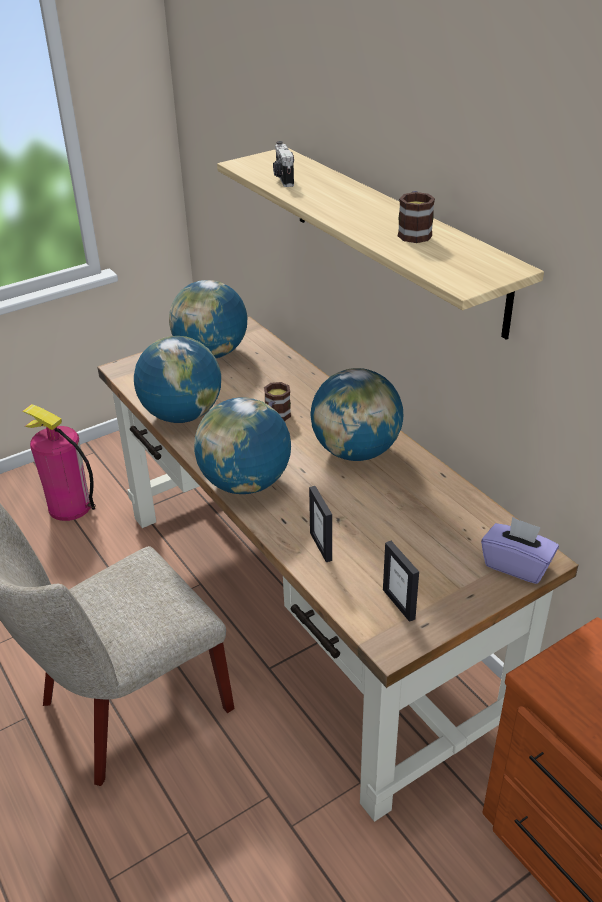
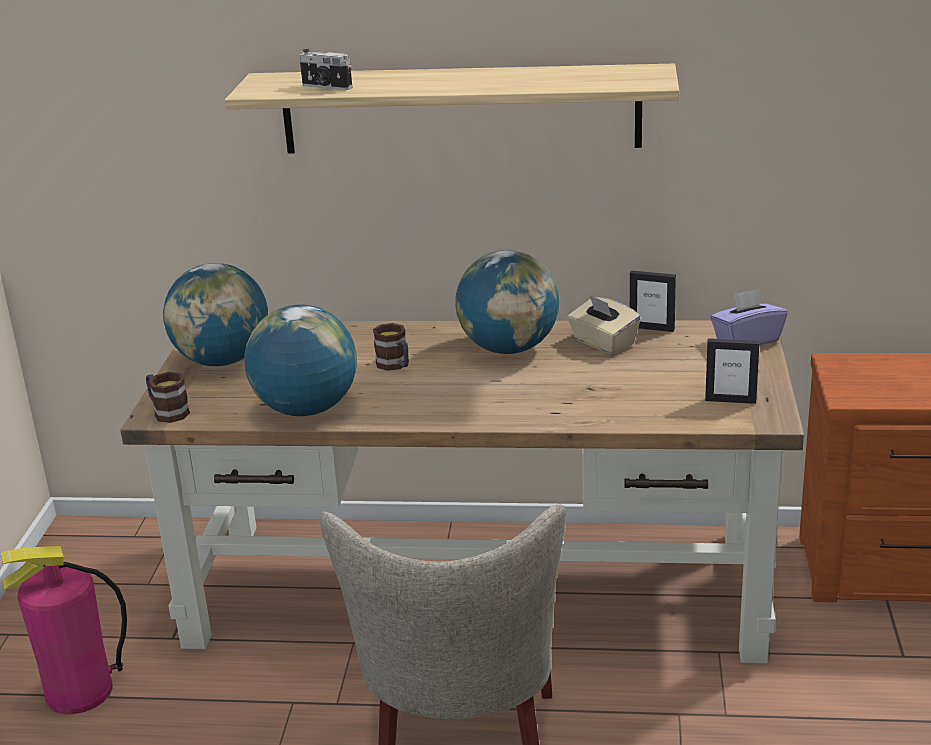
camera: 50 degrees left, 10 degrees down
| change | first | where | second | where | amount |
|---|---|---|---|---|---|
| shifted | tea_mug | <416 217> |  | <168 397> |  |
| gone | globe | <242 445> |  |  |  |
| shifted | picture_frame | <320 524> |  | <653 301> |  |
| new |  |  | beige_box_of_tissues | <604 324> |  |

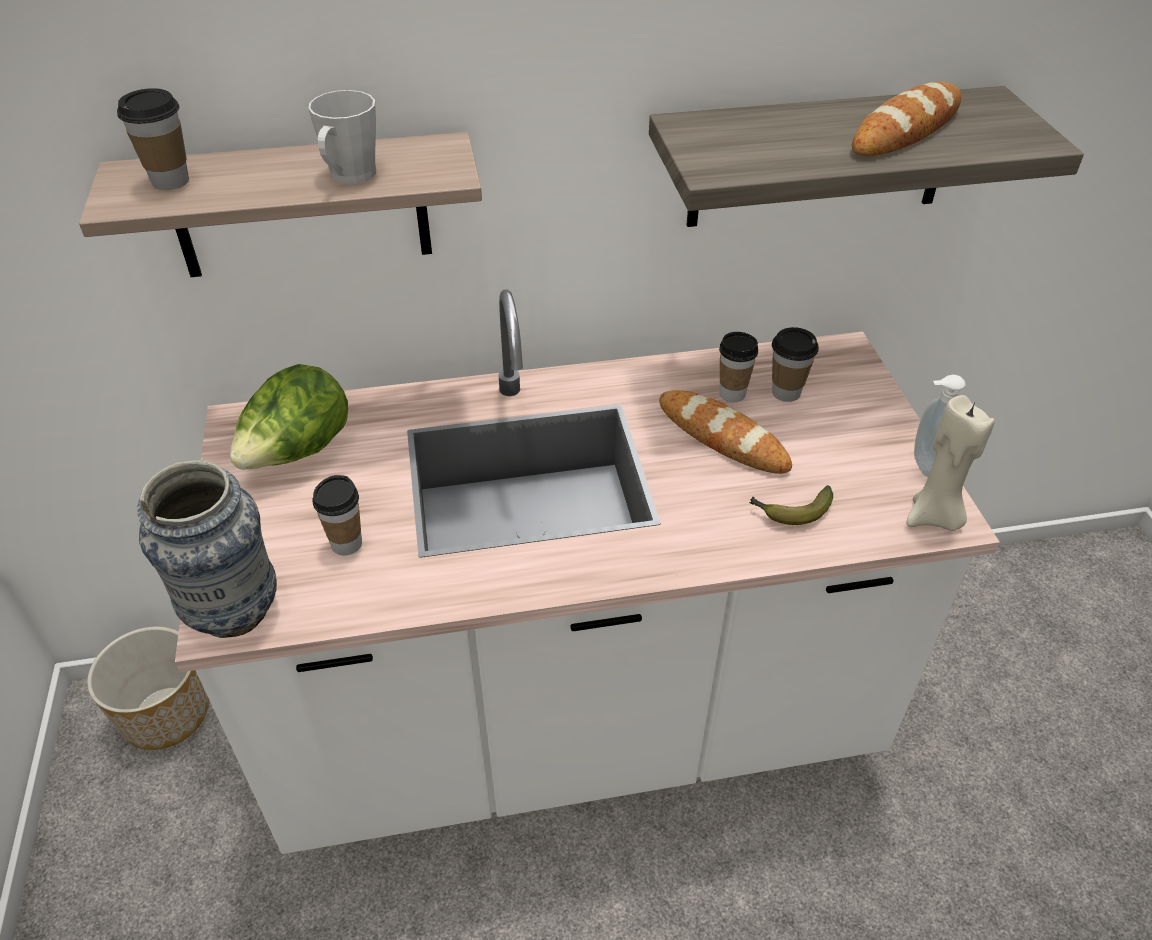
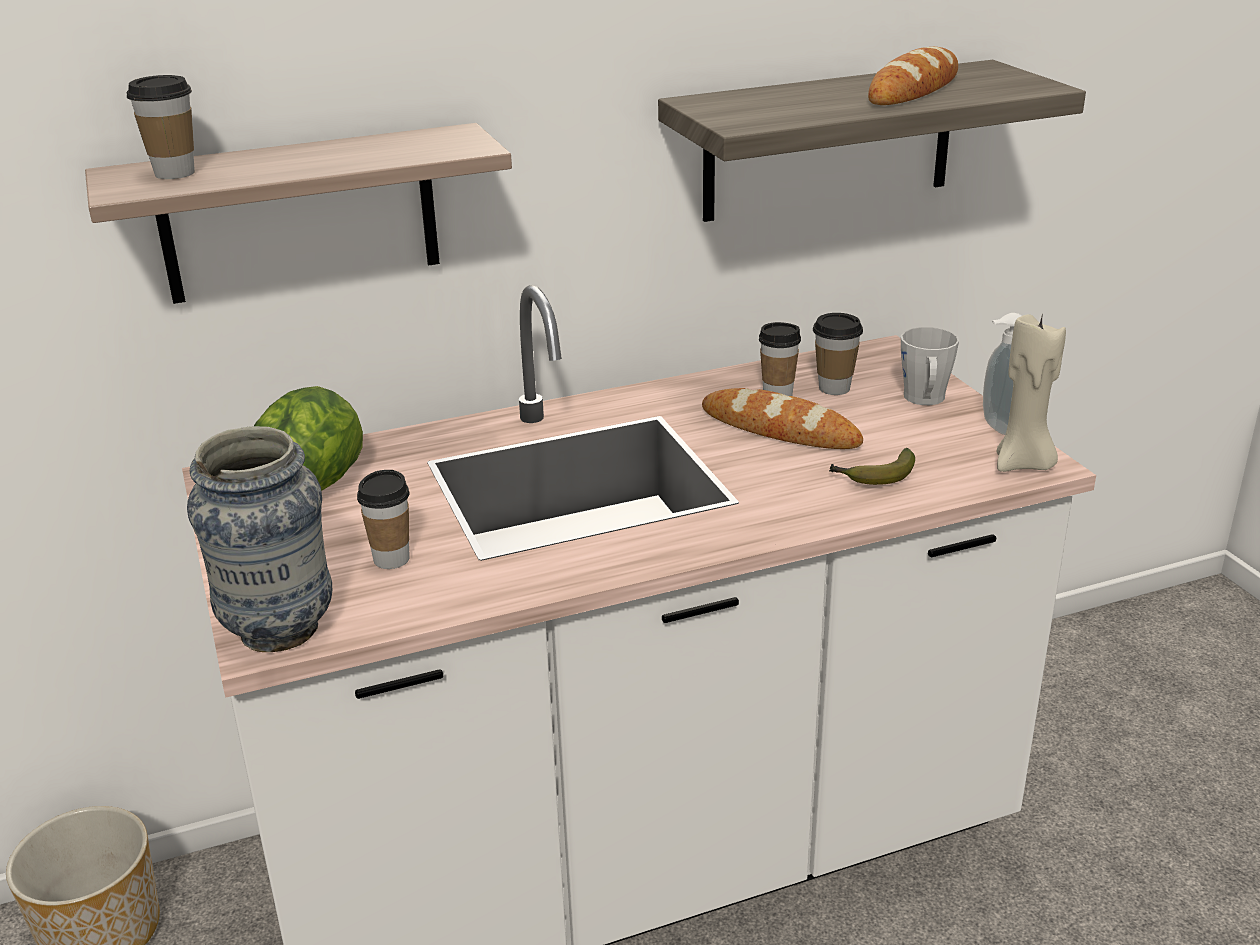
camera: 10 degrees left, 15 degrees down
| change | first | where | second | where | amount |
|---|---|---|---|---|---|
| shifted | gray_tea_mug | <342 137> |  | <930 366> |  |

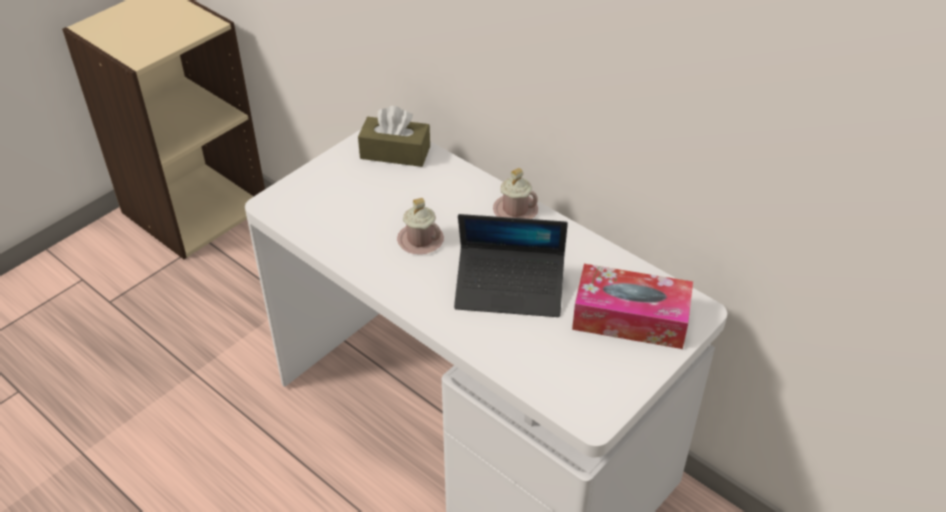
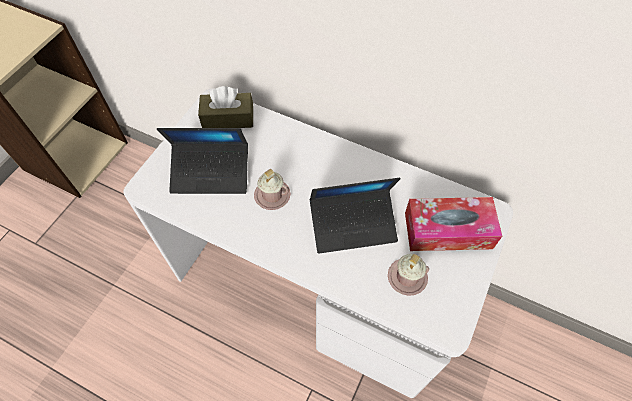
camera: 15 degrees left, 15 degrees up
| change | first | where | second | where | amount |
|---|---|---|---|---|---|
| shifted | pink-coloured_tea_mug | <515 193> |  | <408 275> |  |
| new |  |  | laptop | <202 161> |  |

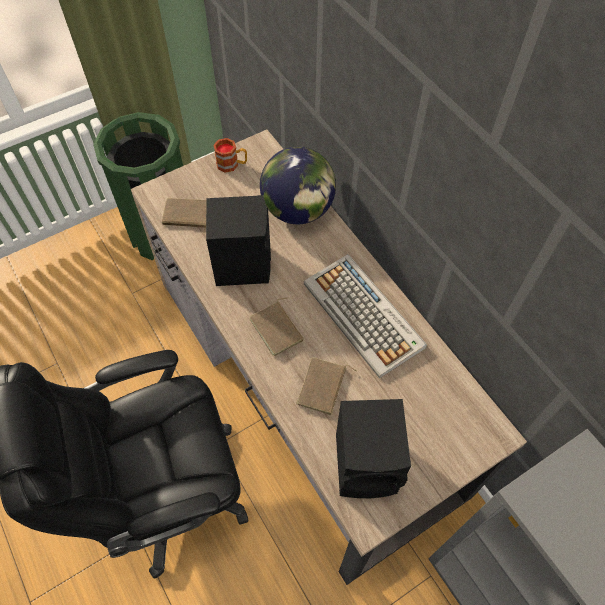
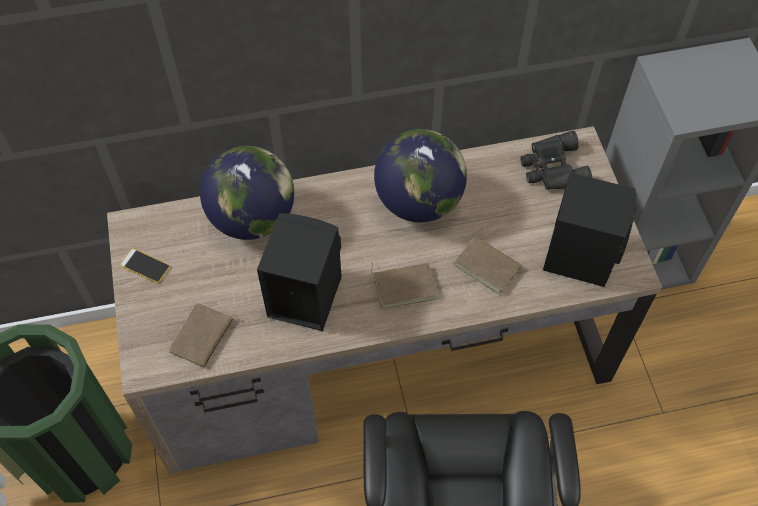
camera: 70 degrees left, 0 degrees up
| change | first | where | second | where | amount |
|---|---|---|---|---|---|
| swapped | tea_mug | <230 155> | telephone | <145 266> |  |
| swapped | PC_keyboard | <365 316> | globe | <420 175> |  |
| new |  |  | black-coloured_binoculars | <556 160> |  |

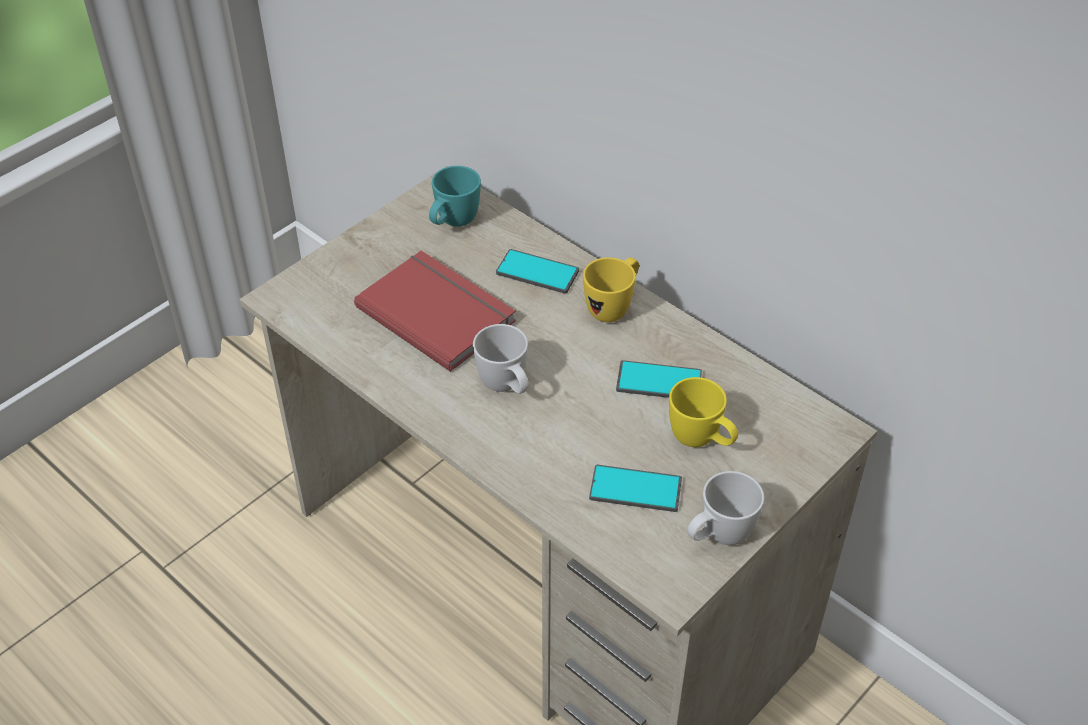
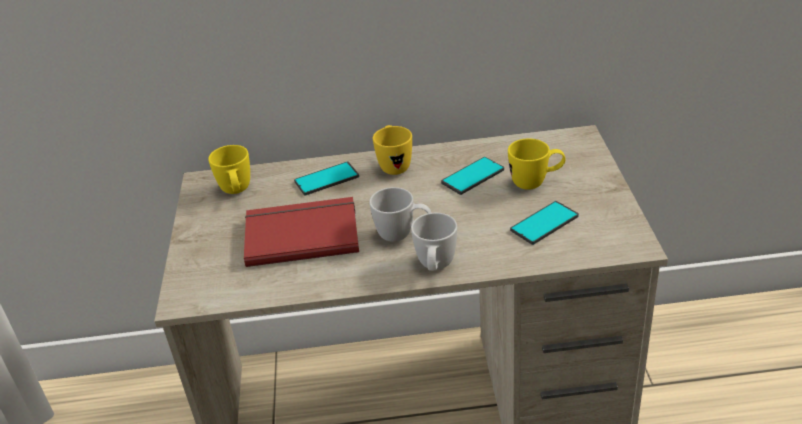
camera: 45 degrees left, 10 degrees down
| change | first | where | second | where | amount |
|---|---|---|---|---|---|
| repainted | blue-green_tea_mug | <455 196> | yellow_tea_mug | <229 169> |  |
| shifted | white-coloured_tea_mug | <725 508> |  | <434 242> |  |

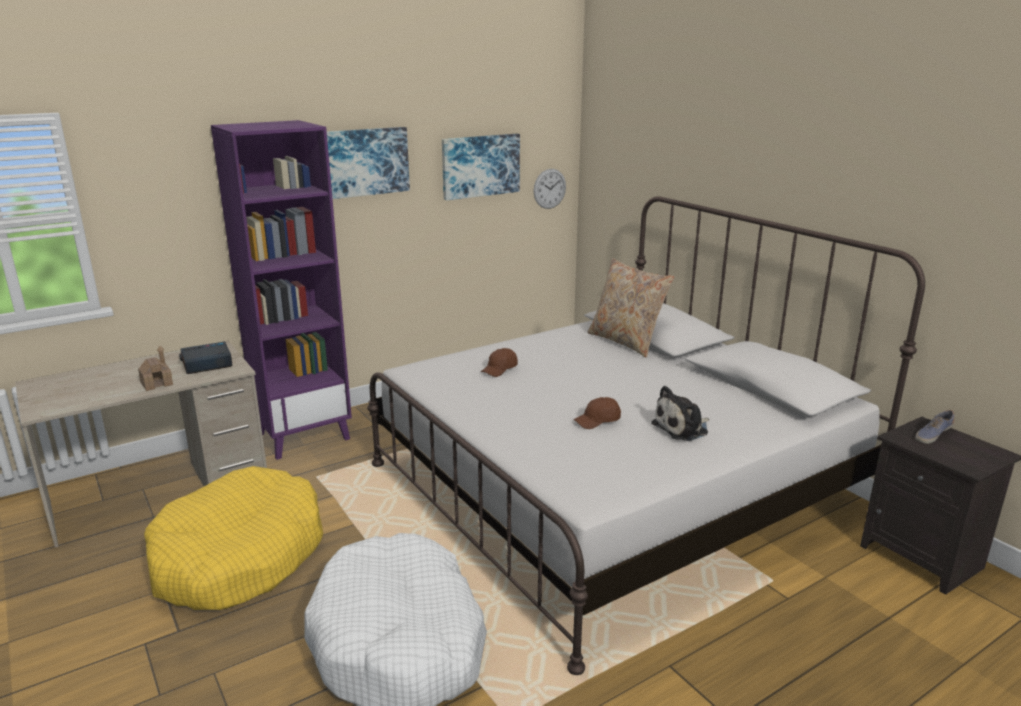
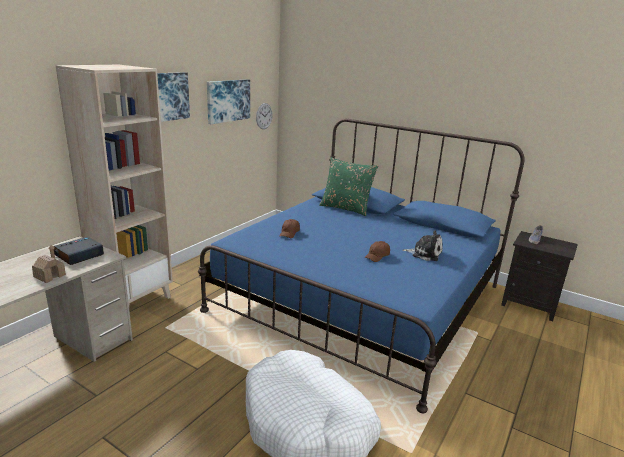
camera: 25 degrees left, 0 degrees up
| change | first | where | second | where | amount |
|---|---|---|---|---|---|
| repainted | purple-coloured_shelving_unit | <281 290> | beige_shelving_unit | <114 184> |  |
| repainted | white-coloured_sleeping_bed | <646 435> | blue-coloured_sleeping_bed | <361 266> |  |
| repainted | beige_throw_pillow | <630 308> | green_throw_pillow | <348 186> |  |
| rotated | soft_toy | <680 413> |  | <422 246> | 105 degrees counterclockwise |
| gone | yellow_pet_bed | <233 538> |  |  |  |

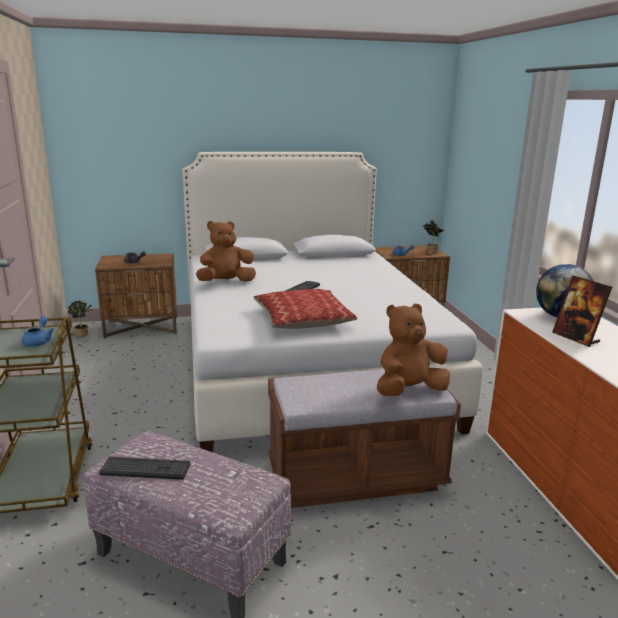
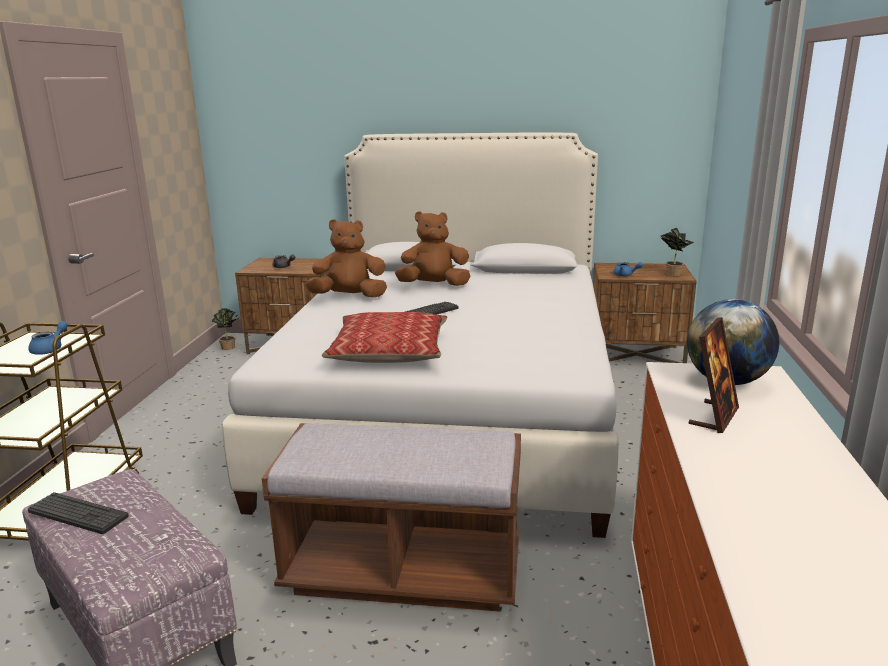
camera: 20 degrees right, 0 degrees up
| change | first | where | second | where | amount |
|---|---|---|---|---|---|
| rotated | picture_frame | <582 311> |  | <714 375> | 135 degrees counterclockwise |
| shifted | brownish_soft_toy | <413 349> |  | <432 248> |  |

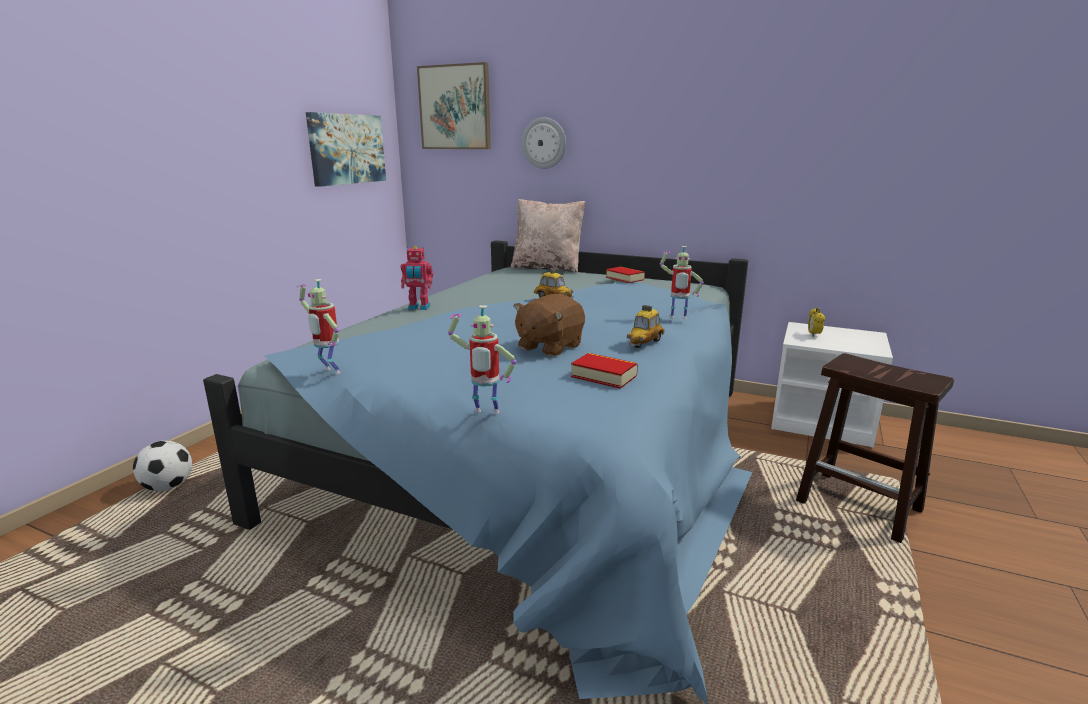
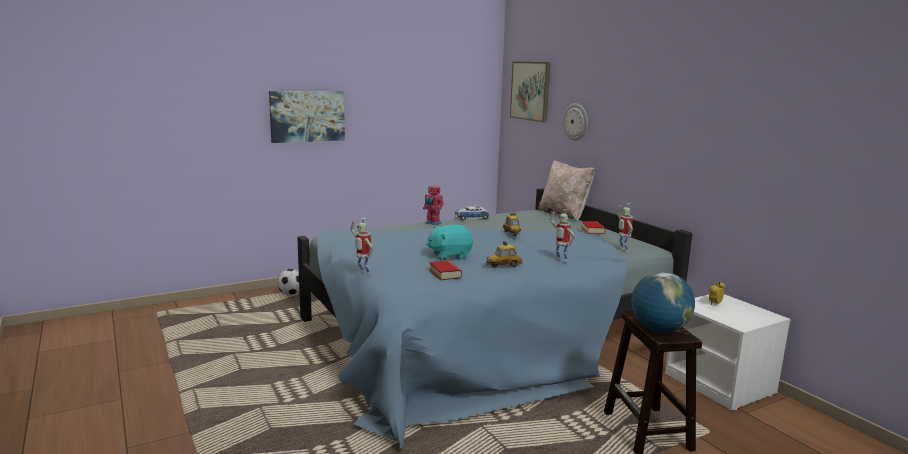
camera: 35 degrees right, 5 degrees down
| change | first | where | second | where | amount |
|---|---|---|---|---|---|
| shifted | wall_picture | <346 149> |  | <307 117> |  |
| shifted | model_robot | <318 326> |  | <625 227> |  |
| repainted | brownish_soft_toy | <549 325> | blue-green_soft_toy | <449 242> |  |
| new |  |  | toy_car | <472 213> |  |
| new |  |  | globe | <663 302> |  |

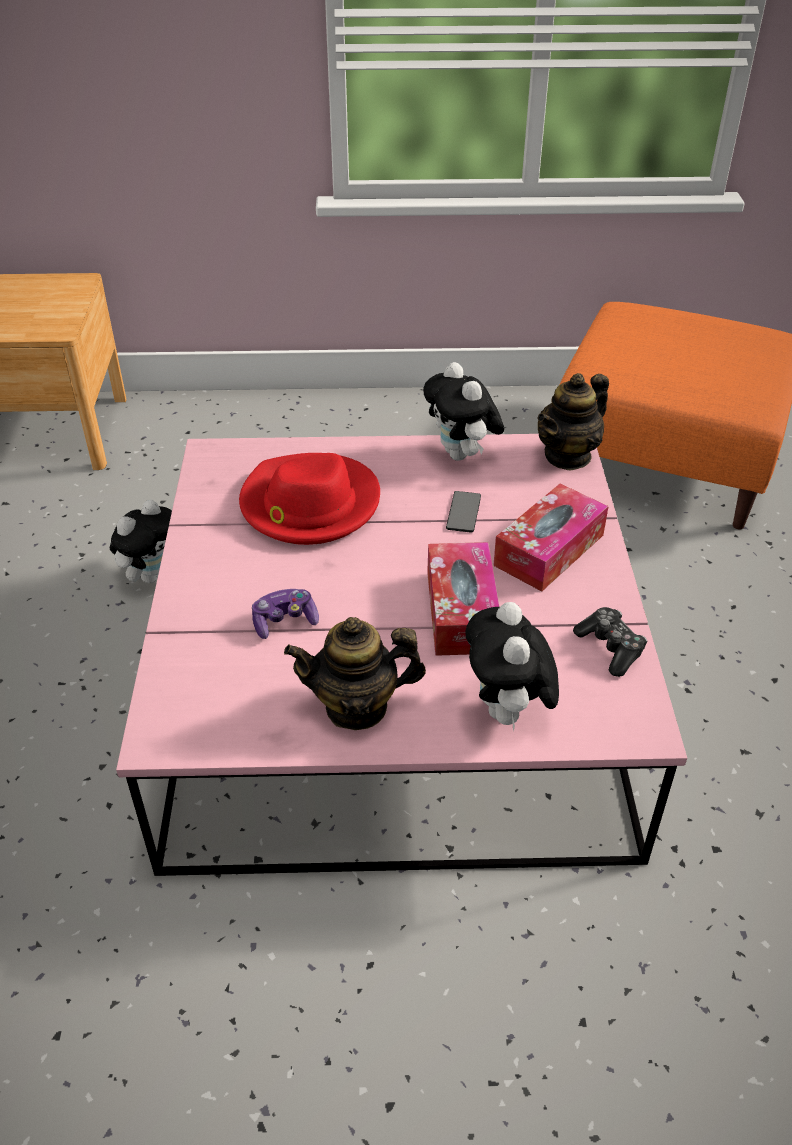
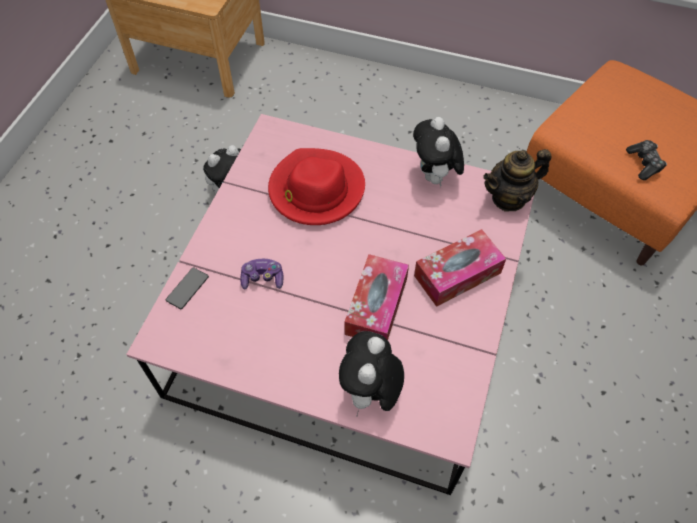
camera: 20 degrees right, 15 degrees up
| change | first | where | second | where | amount |
|---|---|---|---|---|---|
| shifted | telephone | <463 512> |  | <187 288> |  |
| shifted | game_controller | <610 642> |  | <646 160> |  |
| gone | teapot | <355 673> |  |  |  |

